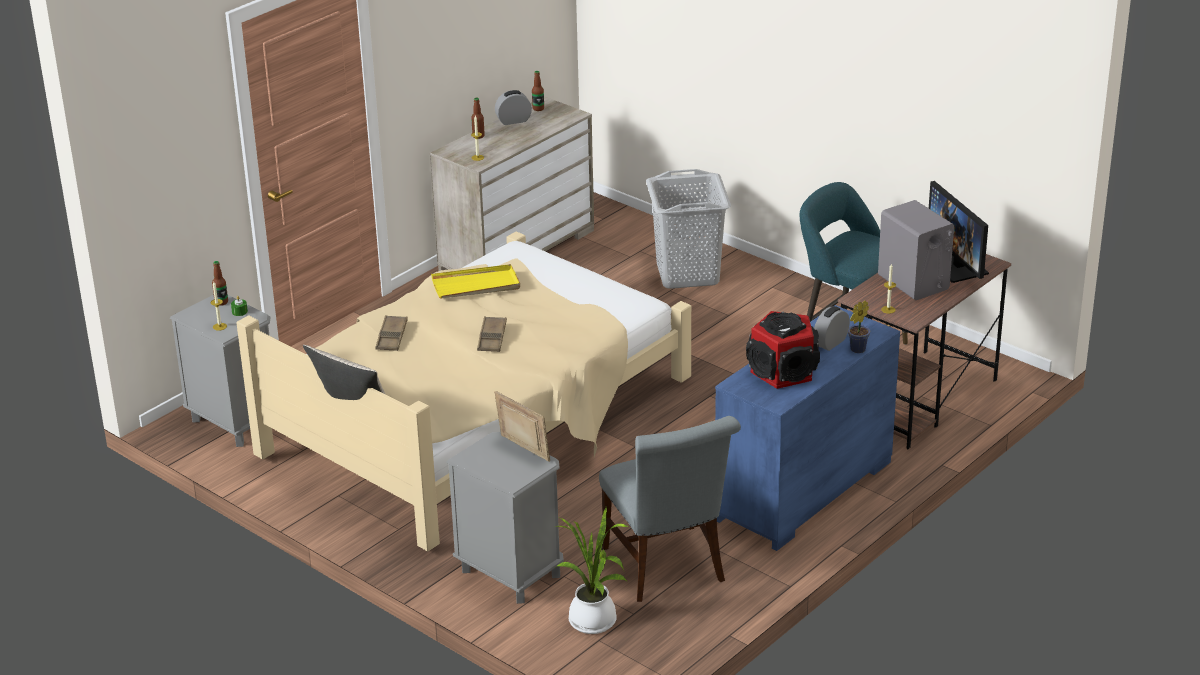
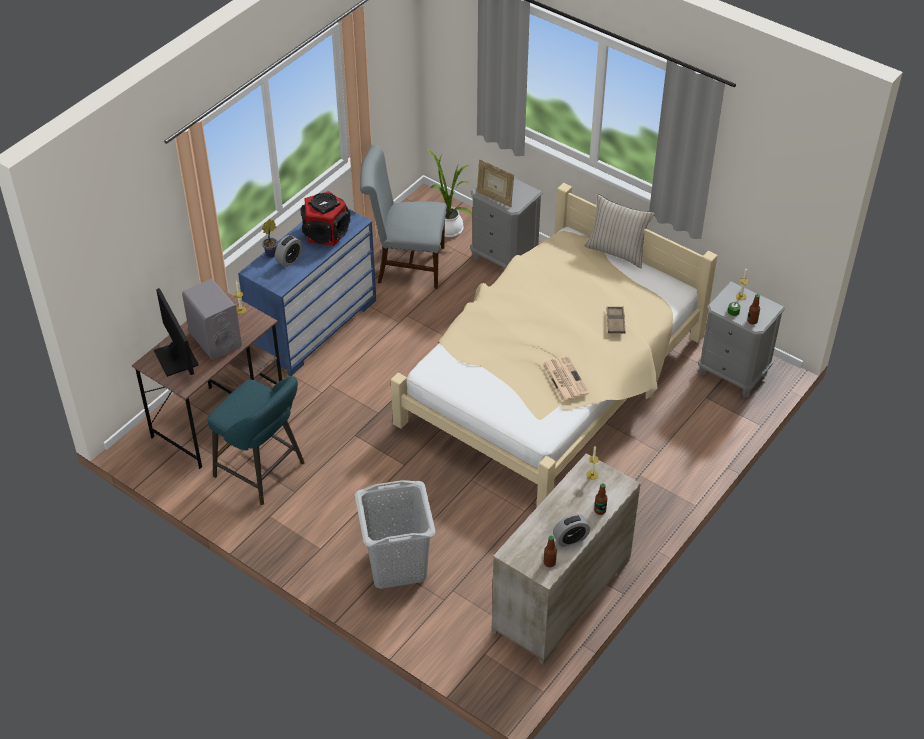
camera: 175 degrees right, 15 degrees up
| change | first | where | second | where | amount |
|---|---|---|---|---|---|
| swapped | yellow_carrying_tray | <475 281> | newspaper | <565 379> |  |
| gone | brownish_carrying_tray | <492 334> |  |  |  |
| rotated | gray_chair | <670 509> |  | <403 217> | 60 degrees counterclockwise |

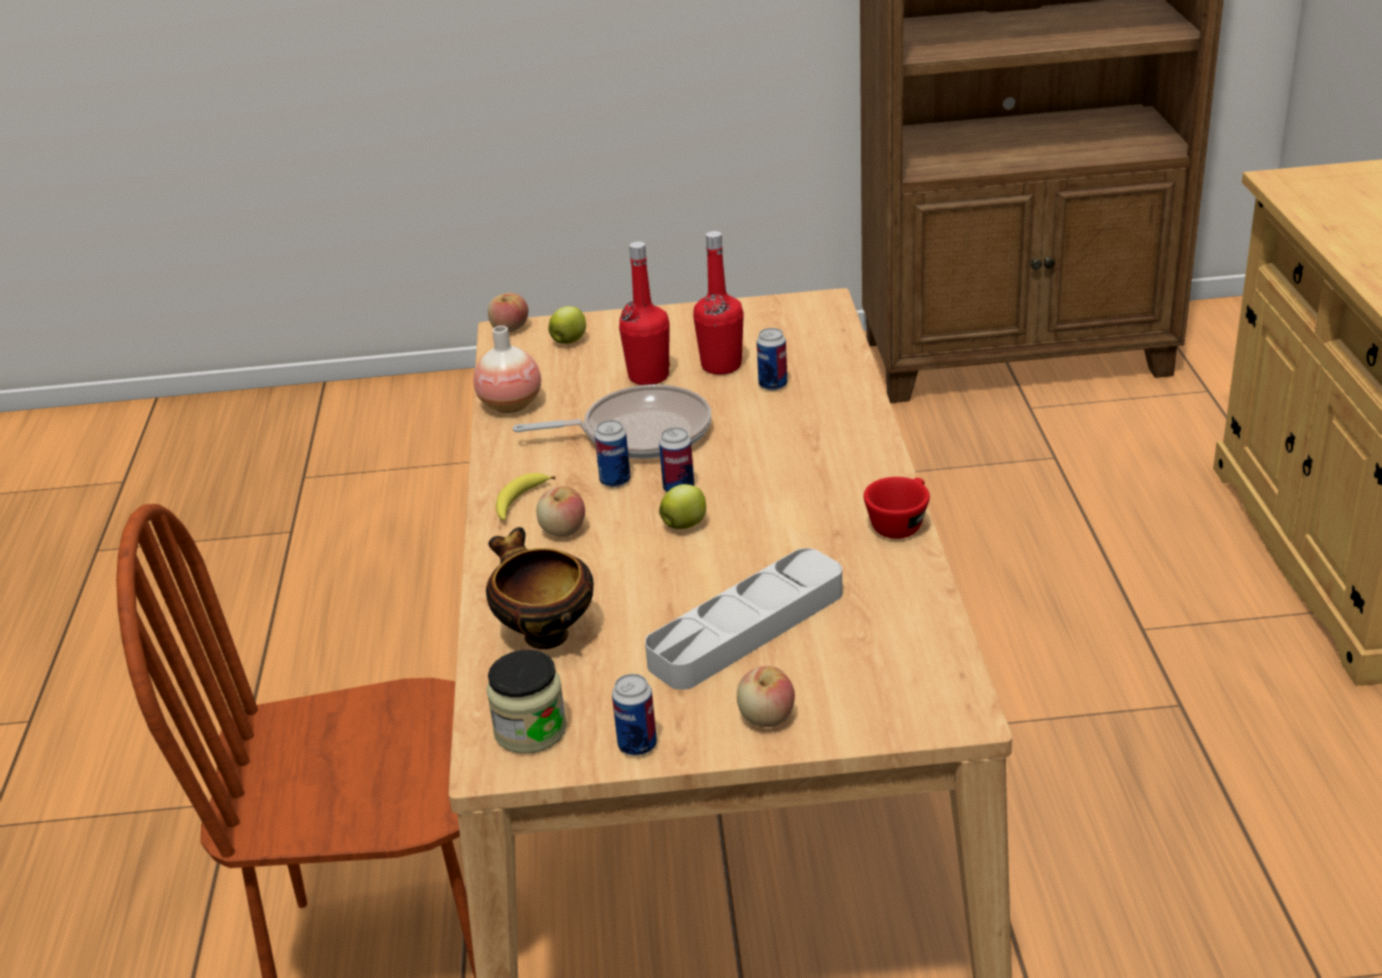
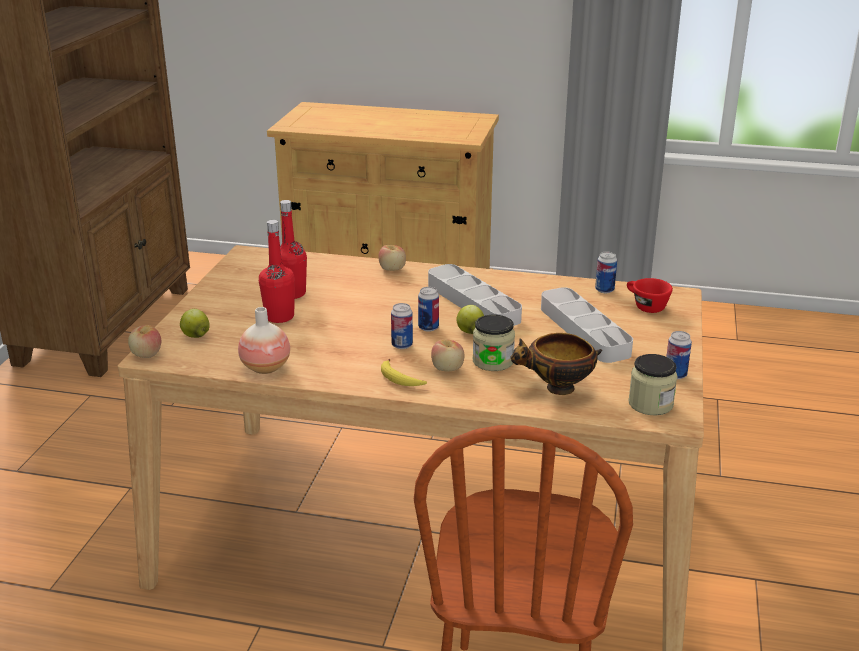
camera: 75 degrees left, 5 degrees down
| change | first | where | second | where | amount |
|---|---|---|---|---|---|
| shifted | can | <772 359> |  | <606 272> |  |
| gone | pan | <612 421> |  |  |  |
| shifted | red-coloured_cup | <897 508> |  | <650 295> |  |
| shifted | apple | <766 696> |  | <392 258> |  |
| new |  |  | gray_carrying_tray | <475 295> |  |
| new |  |  | storage_jar | <494 343> |  |

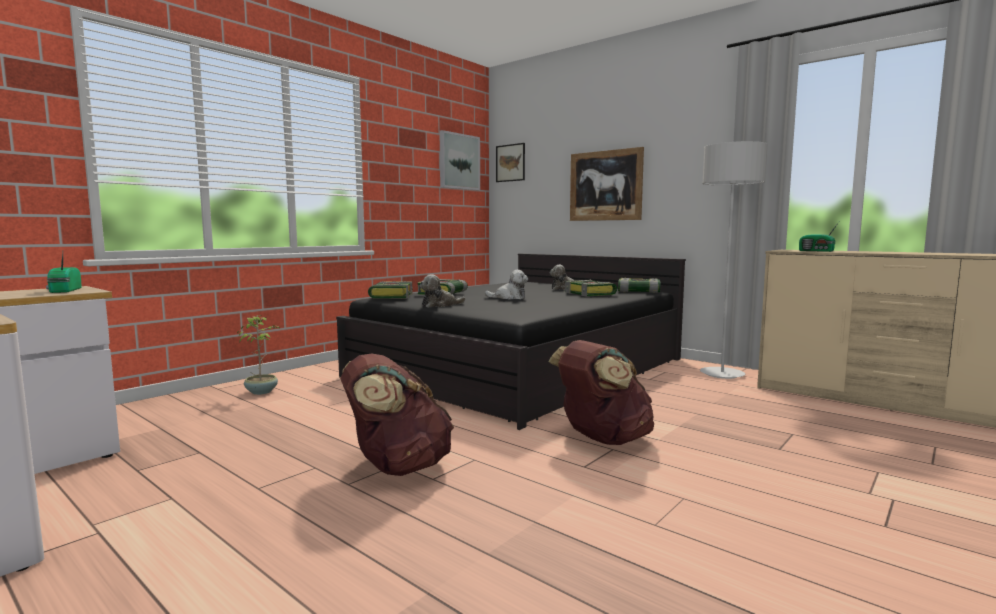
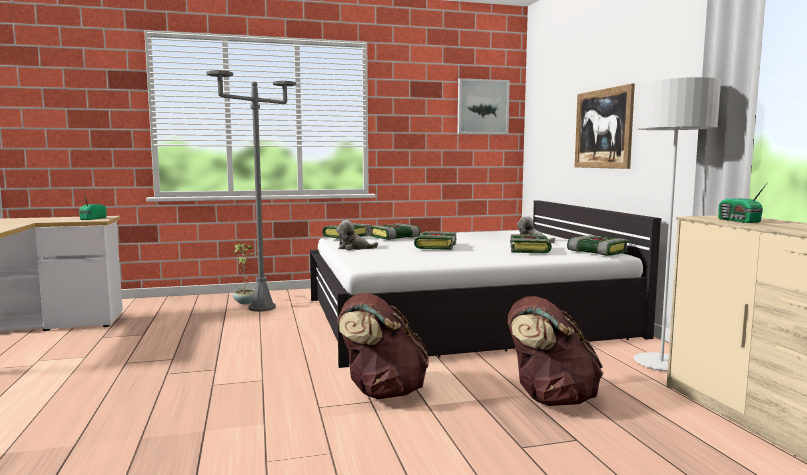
camera: 35 degrees right, 0 degrees up
| change | first | where | second | where | amount |
|---|---|---|---|---|---|
| gone | wall_picture | <510 162> |  |  |  |
| repainted | black-coloured_sleeping_bed | <511 341> | white-coloured_sleeping_bed | <486 284> |  |
| swapped | soft_toy | <506 285> | volume | <435 240> |  |
| shifted | brownish_rucksack | <397 415> |  | <555 351> |  |
| new |  |  | gray_standing_lamp | <251 191> |  |

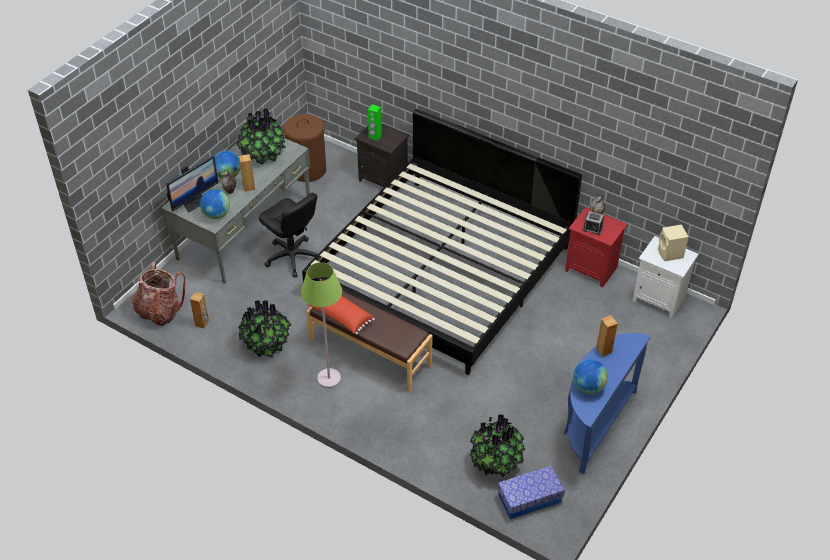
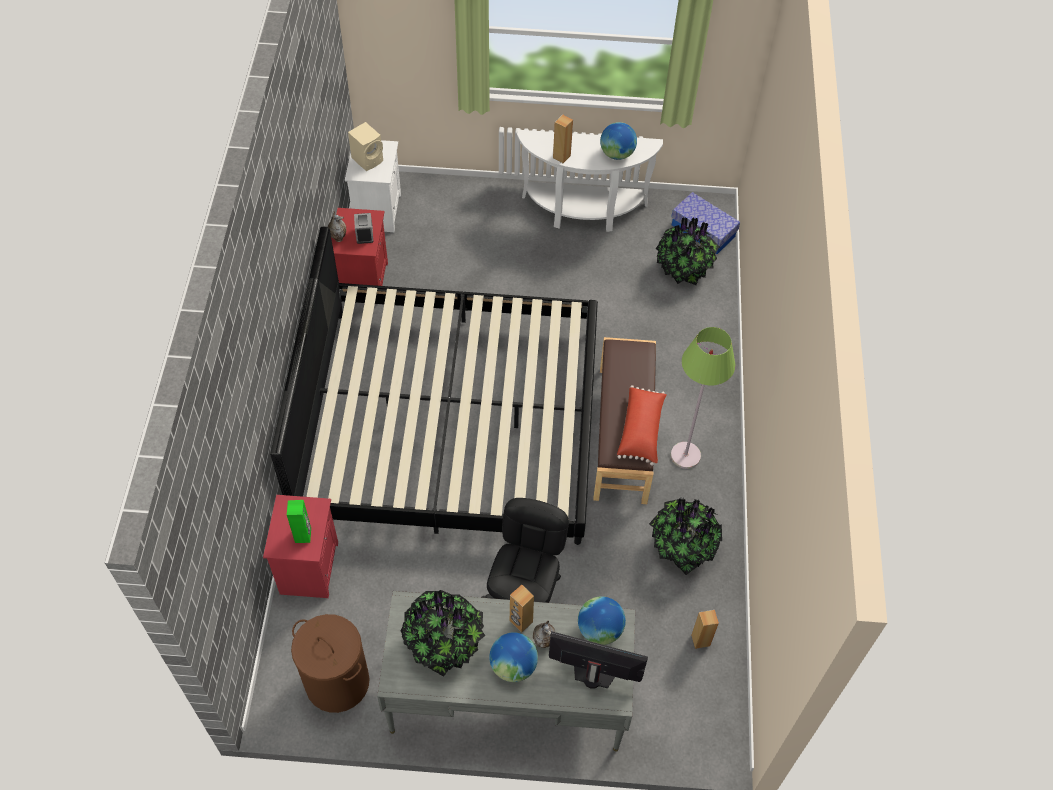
camera: 120 degrees left, 10 degrees up
| change | first | where | second | where | amount |
|---|---|---|---|---|---|
| repainted | black-coloured_night_table | <382 155> | red-coloured_night_table | <300 546> |  |
| gone | rucksack | <158 294> |  |  |  |
| repainted | blue-coloured_hall_table | <607 403> | white-coloured_hall_table | <590 181> |  |

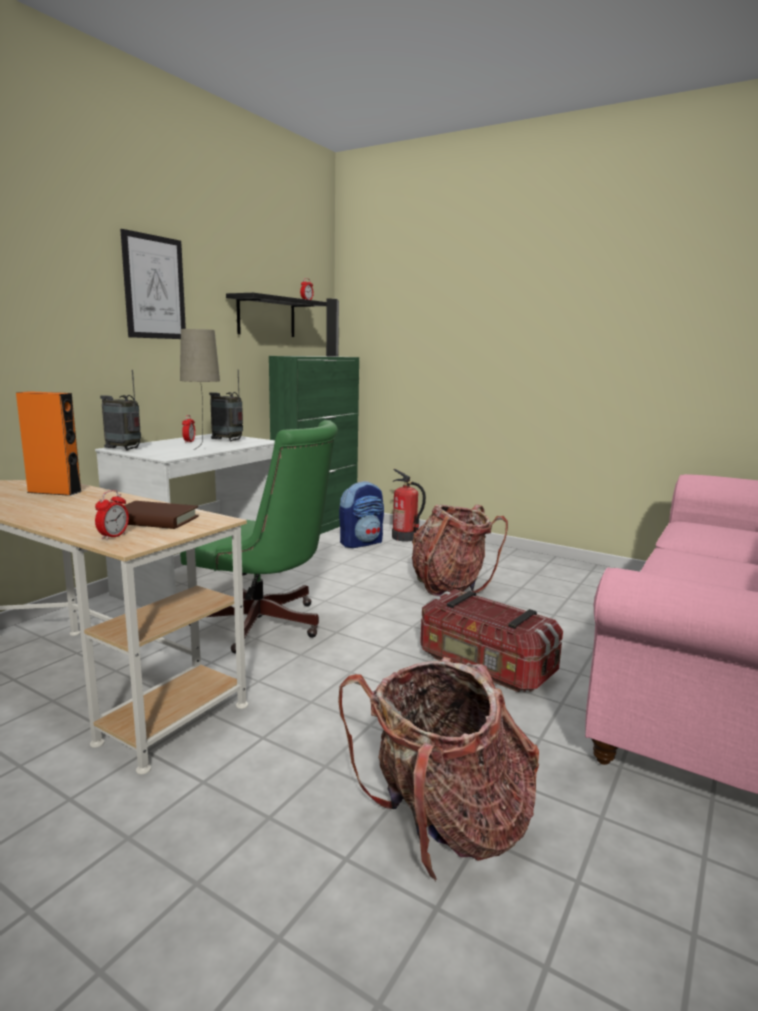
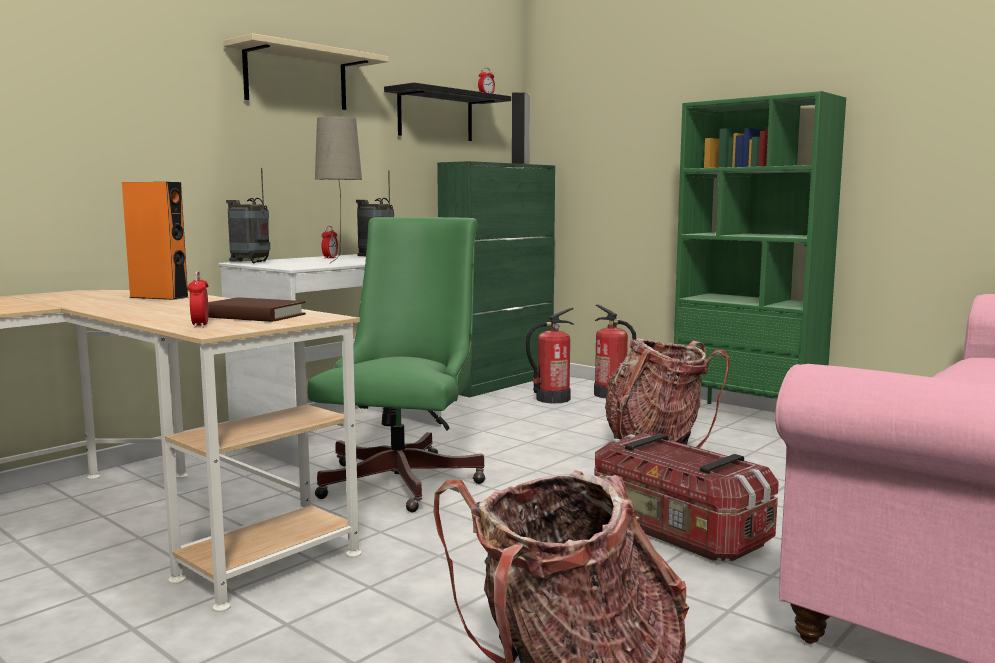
camera: 10 degrees right, 5 degrees down
| change | first | where | second | where | amount |
|---|---|---|---|---|---|
| swapped | wall_picture | <153 284> | beige_wall_shelf | <306 71> |  |
| rotated | green_desk_chair | <259 537> |  | <396 364> | 105 degrees counterclockwise |
| swapped | rucksack | <361 514> | fire-fighting_cylinder | <550 356> |  |
| rotated | table_clock | <112 515> |  | <198 299> | 135 degrees clockwise |
| new |  |  | green_shelving_unit | <760 247> |  |

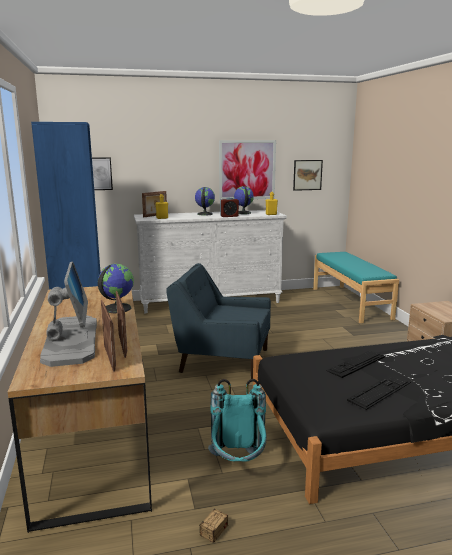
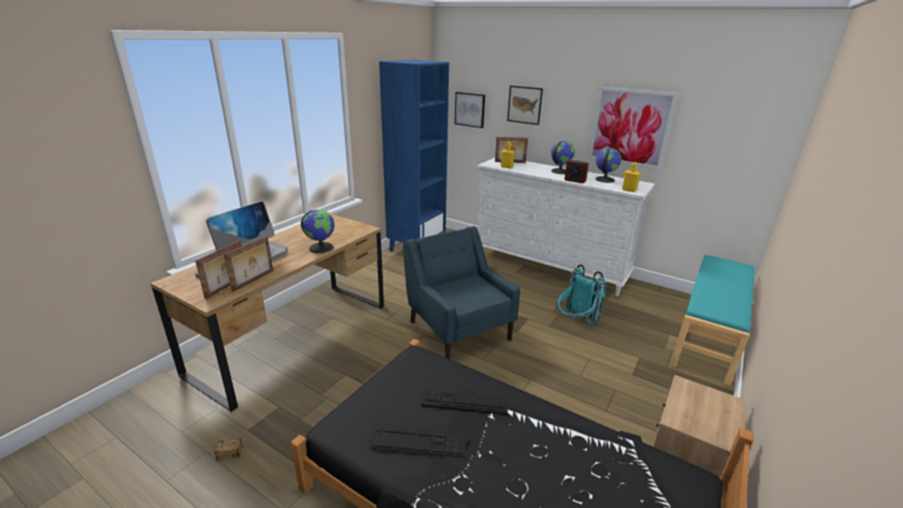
camera: 45 degrees right, 10 degrees up
| change | first | where | second | where | amount |
|---|---|---|---|---|---|
| shifted | wall_picture | <308 175> |  | <525 105> |  |
| shifted | blue-green_rucksack | <237 420> |  | <581 294> |  |

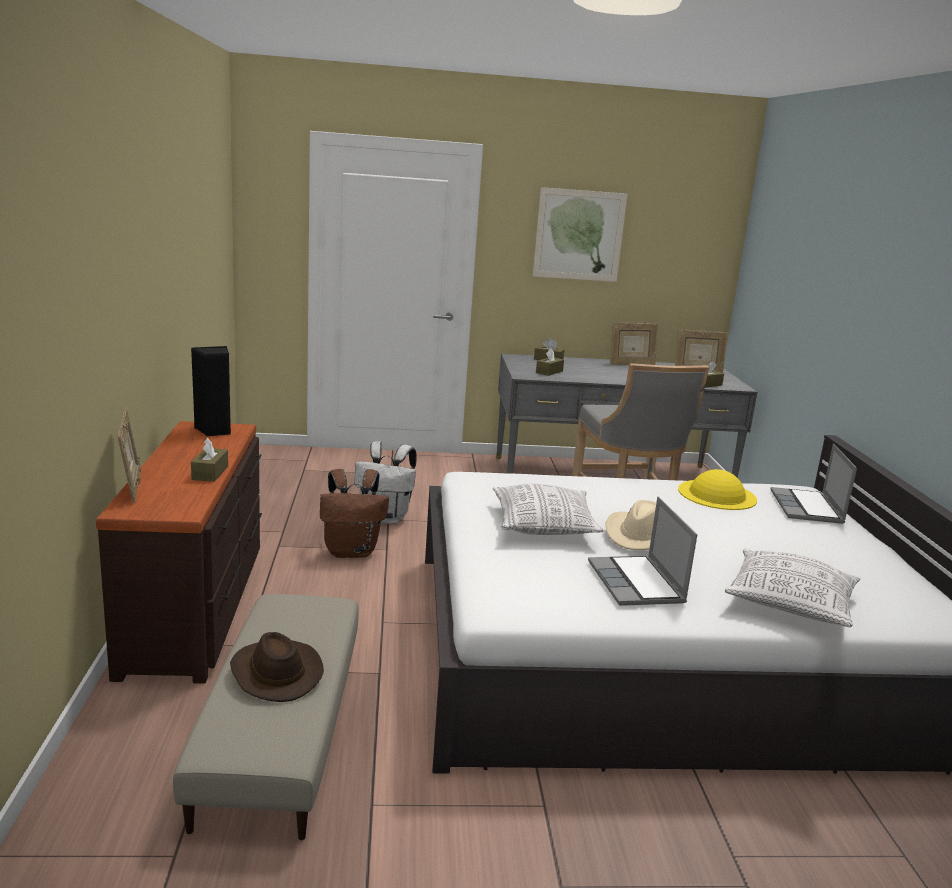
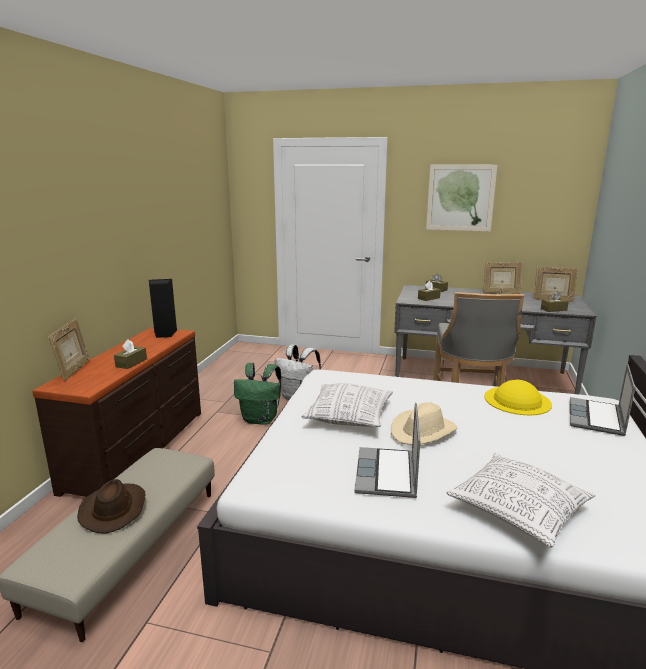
camera: 20 degrees right, 0 degrees up
| change | first | where | second | where | amount |
|---|---|---|---|---|---|
| repainted | brownish_rucksack | <354 513> | green_rucksack | <257 394> |  |

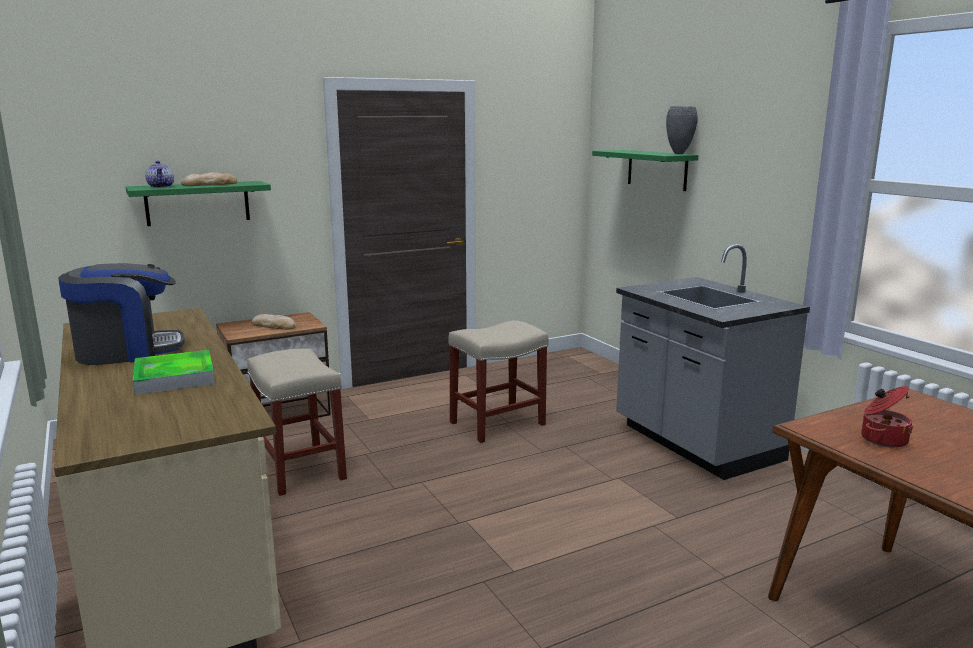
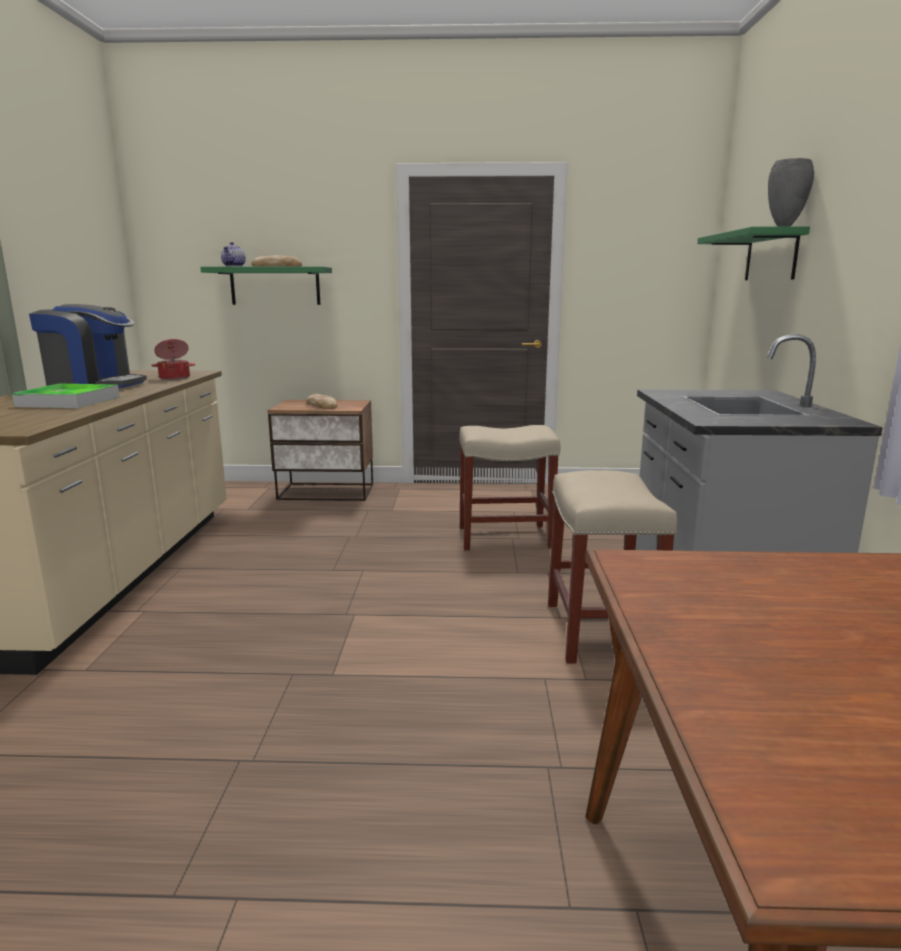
camera: 30 degrees right, 0 degrees up
| change | first | where | second | where | amount |
|---|---|---|---|---|---|
| shifted | beige_stool_seat | <297 422> |  | <612 567> |  |
| shifted | saucepot | <887 417> |  | <173 359> |  |

